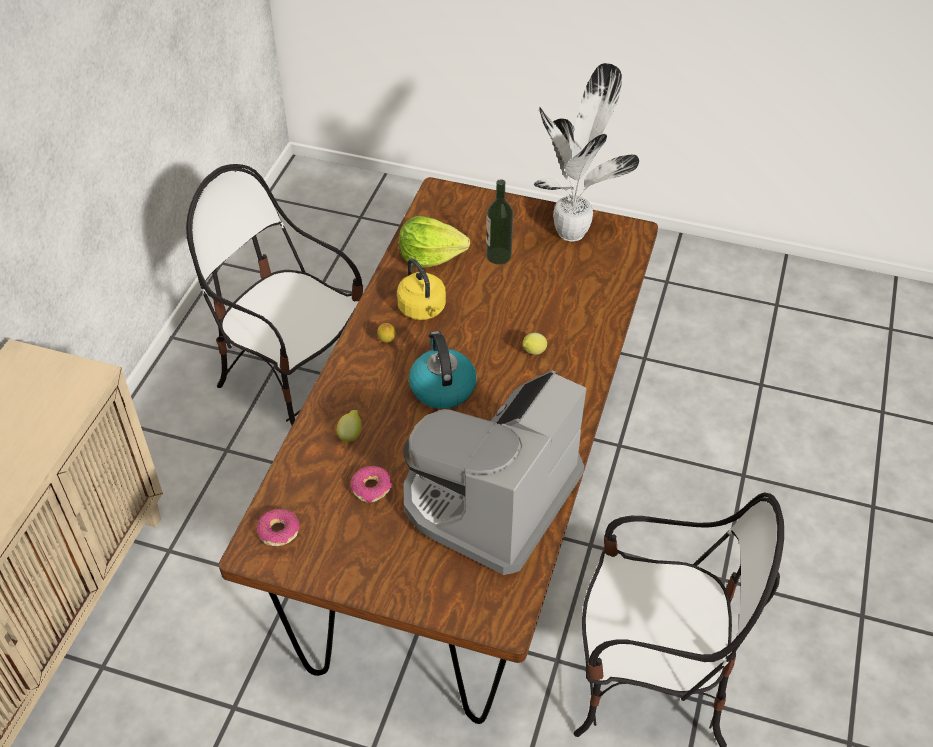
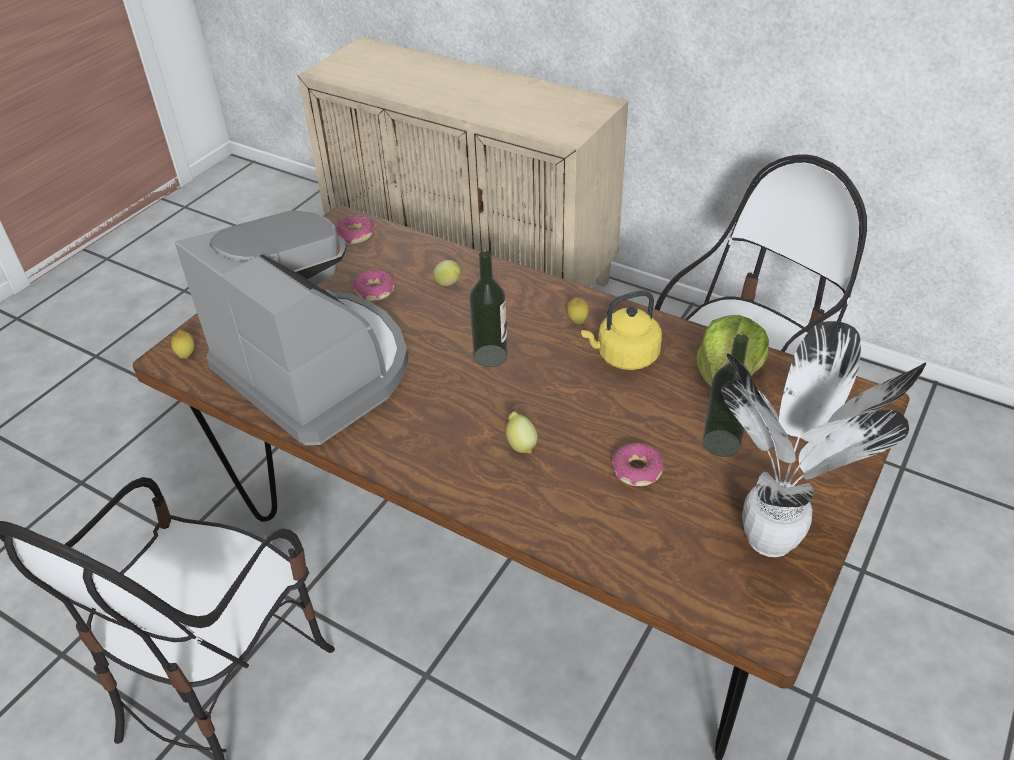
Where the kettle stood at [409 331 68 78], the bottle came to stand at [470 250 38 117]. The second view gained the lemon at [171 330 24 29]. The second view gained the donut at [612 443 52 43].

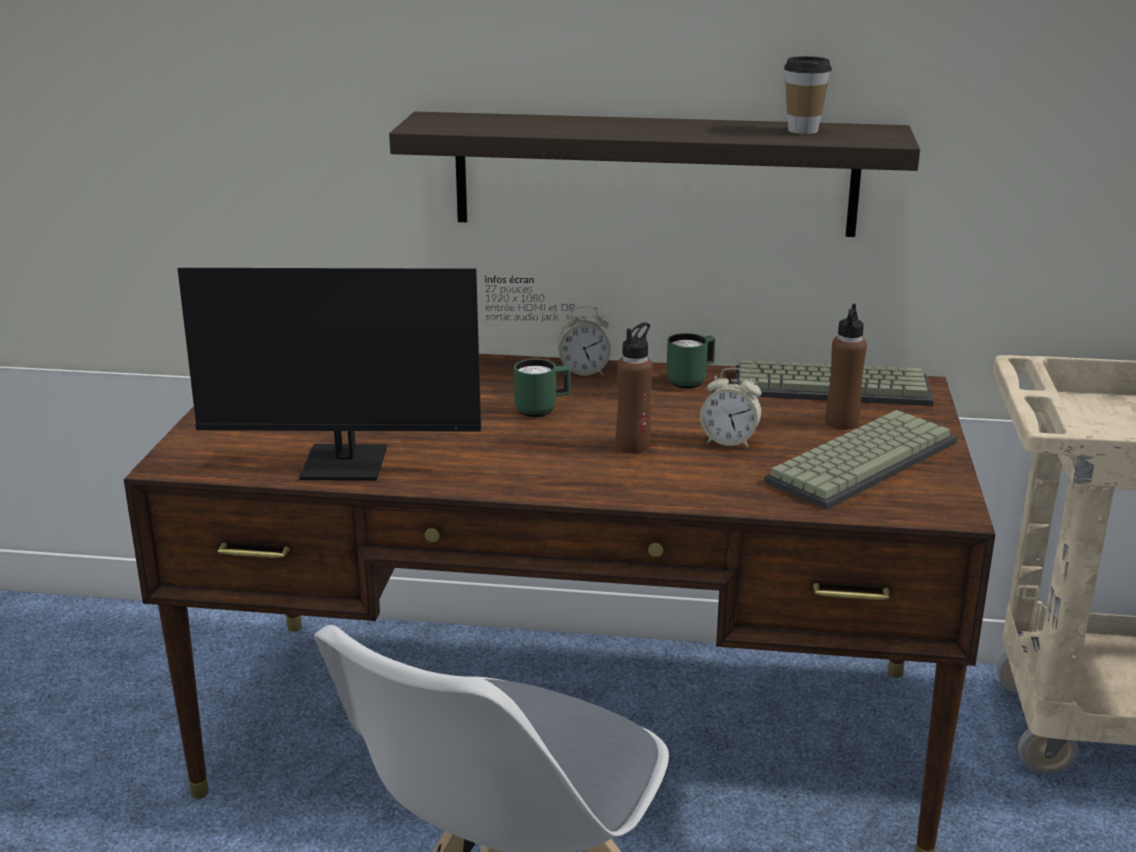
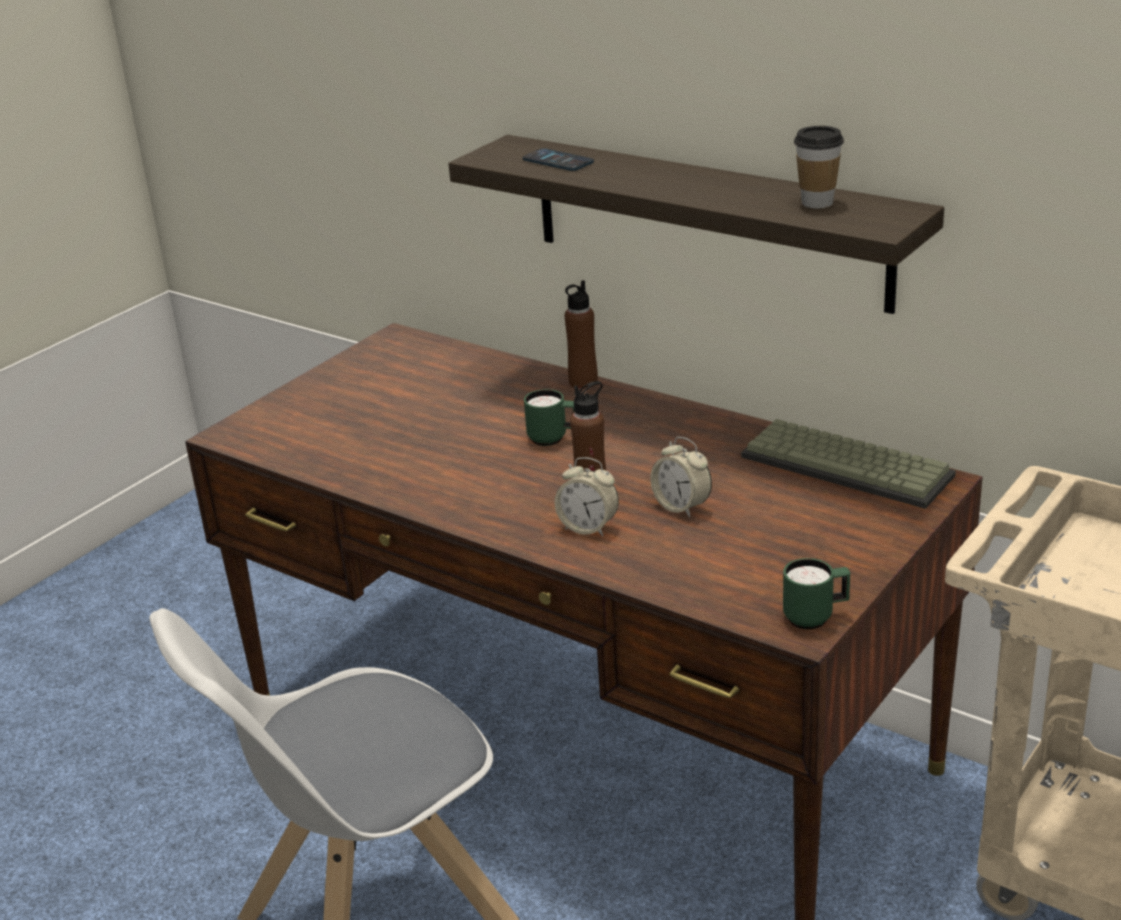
The second view lost the monitor at [178 268 396 213]. The bottle/brown ended up elsewhere, having gone from [825 304 42 126] to [564 280 34 109]. The alarm clock ended up elsewhere, having gone from [558 306 53 69] to [555 457 64 79]. The mug/green ended up elsewhere, having gone from [666 333 49 56] to [783 558 67 71]. The second view lost the keyboard at [764 410 194 100]. The second view gained the phone at [523 148 71 23].

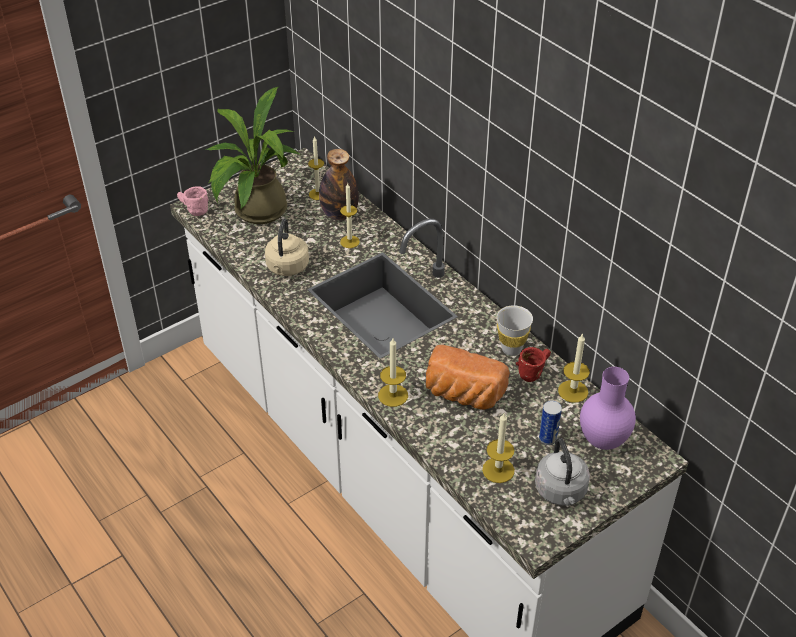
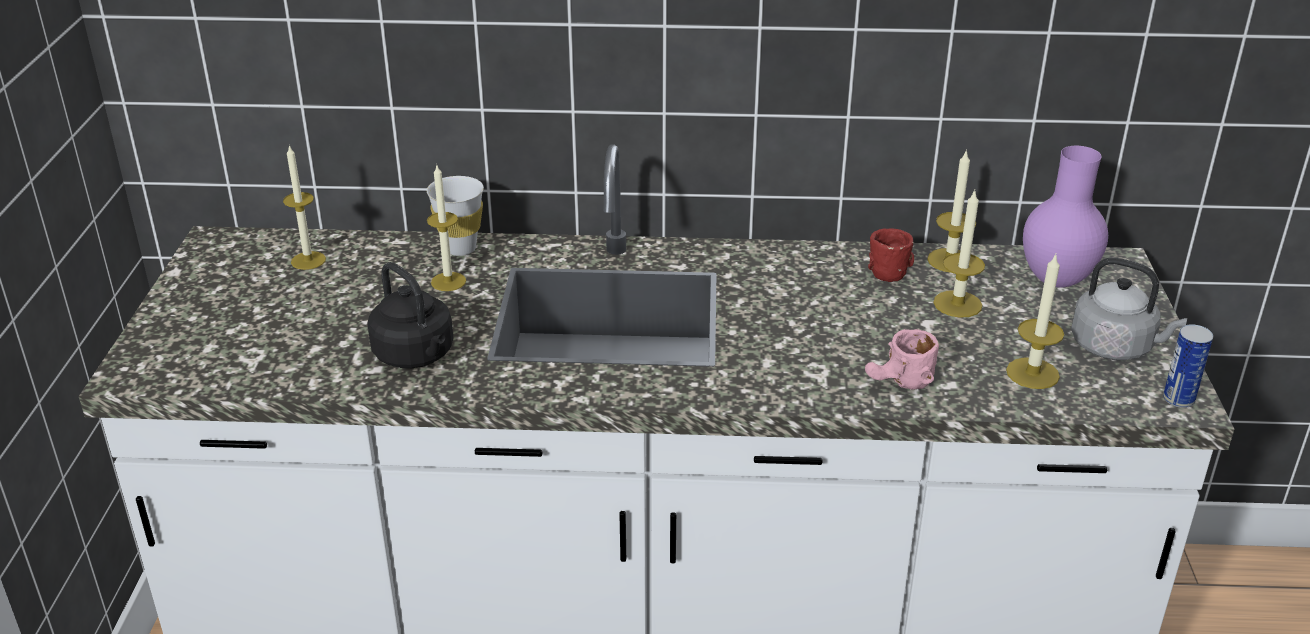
The second view lost the potted plant at [206 87 94 137]. The second view lost the bottle at [319 149 40 71]. The mug/pink ended up elsewhere, having gone from [177 187 31 29] to [865 329 74 61]. What was the kettle/beige at [265 219 44 57] turned into the kettle/black at [367 262 86 106]. The cup/white ended up elsewhere, having gone from [497 305 36 51] to [427 176 57 80]. The candle ended up elsewhere, having gone from [378 338 30 69] to [933 190 52 128]. The second view lost the bread at [426 345 84 65]. The can ended up elsewhere, having gone from [539 401 23 44] to [1163 324 50 84].

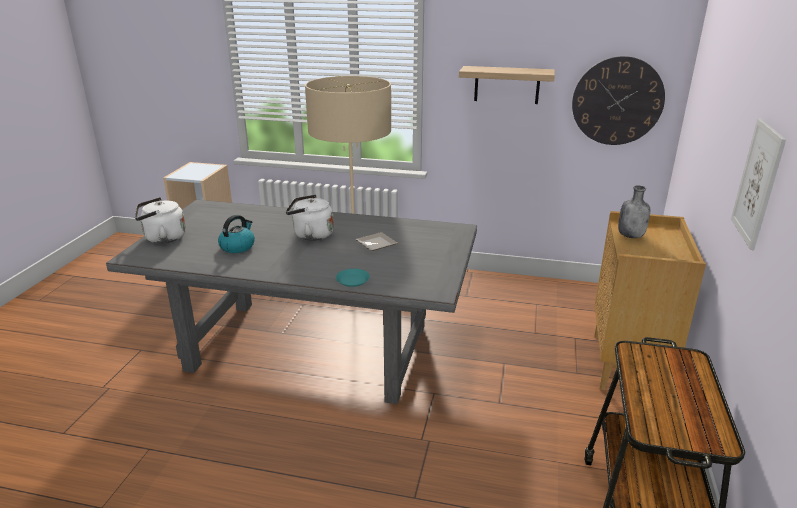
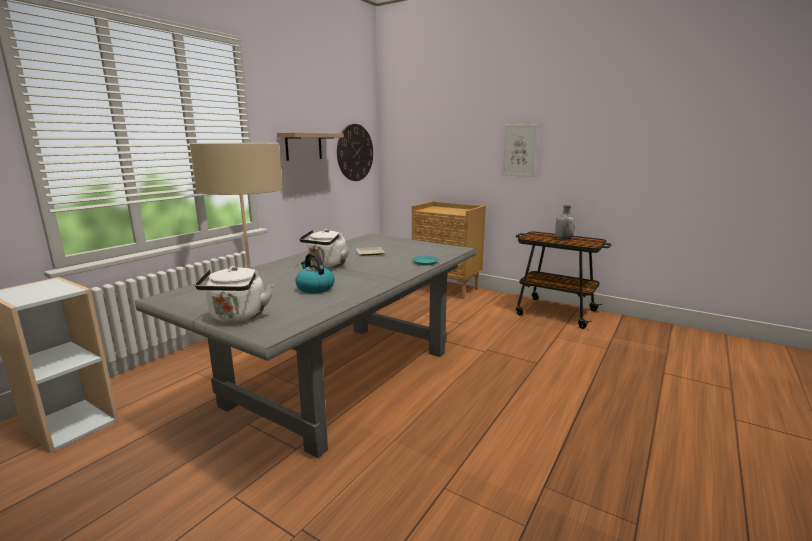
The bottle/grey ended up elsewhere, having gone from [618 186 32 52] to [555 205 20 35].

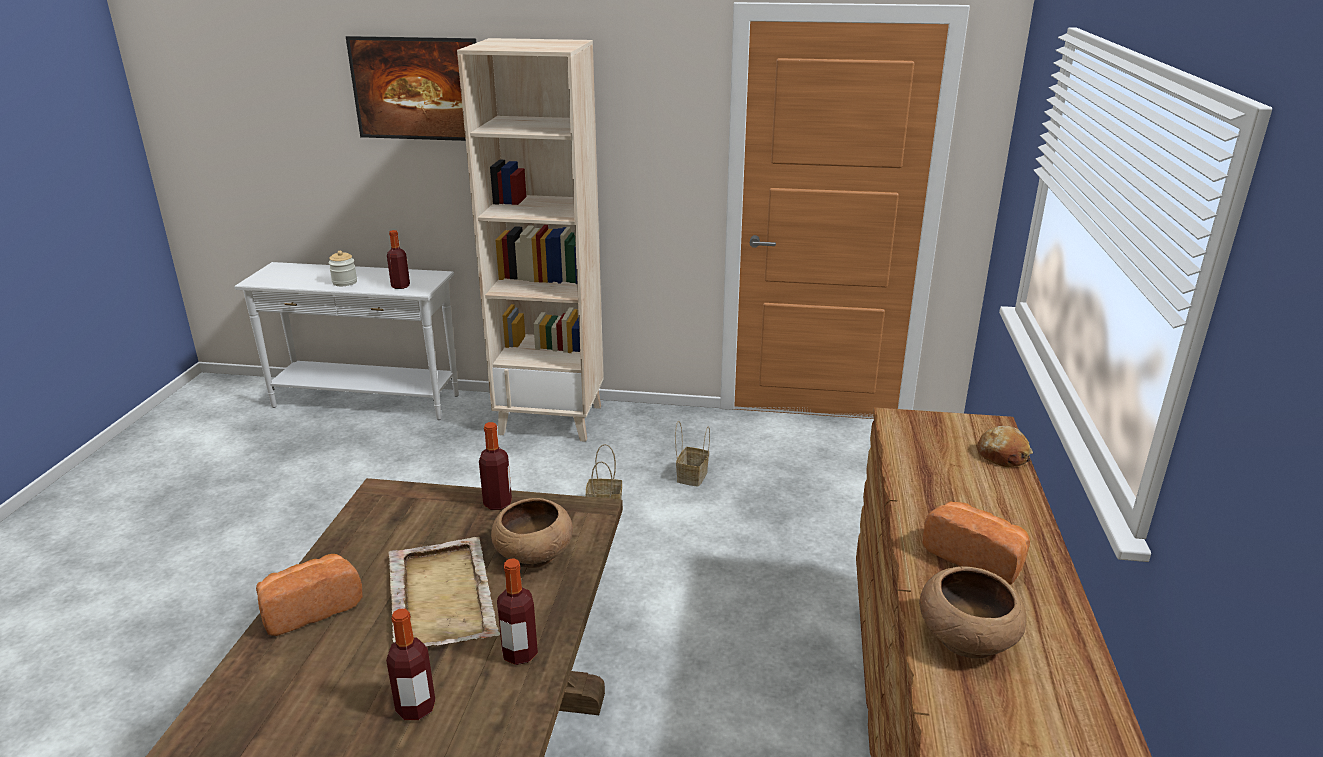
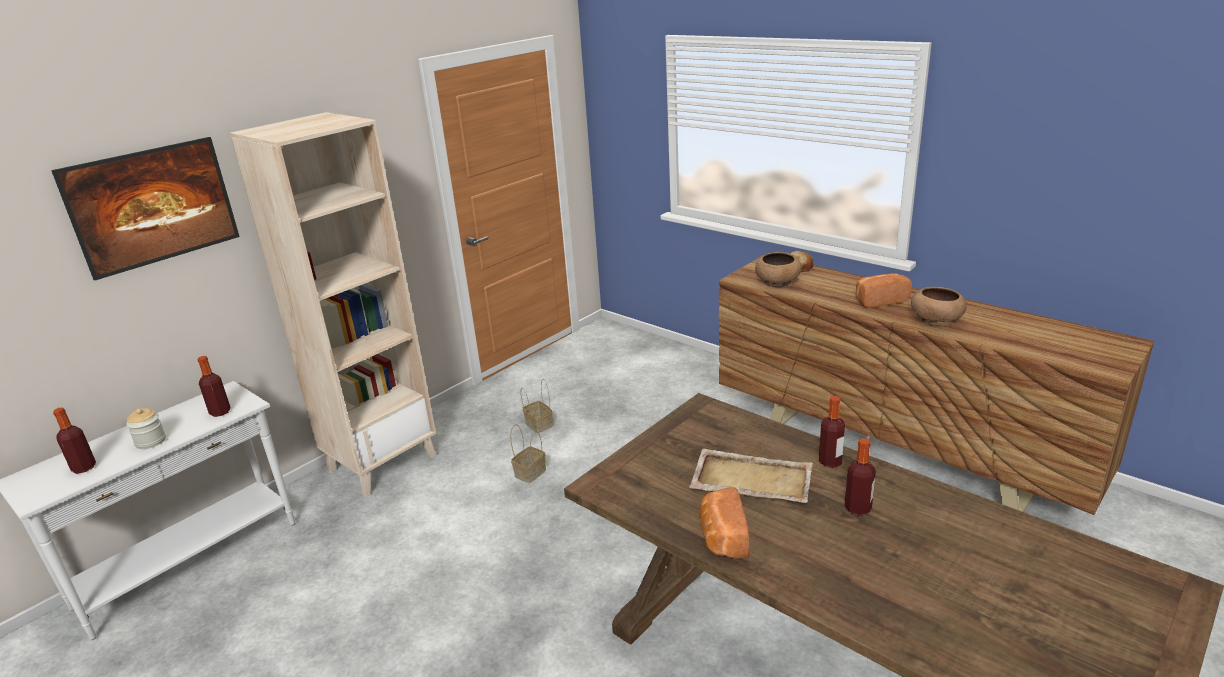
The bottle ended up elsewhere, having gone from [479 422 33 88] to [53 407 43 67]. The bowl/brown ended up elsewhere, having gone from [491 498 82 70] to [755 252 47 35].

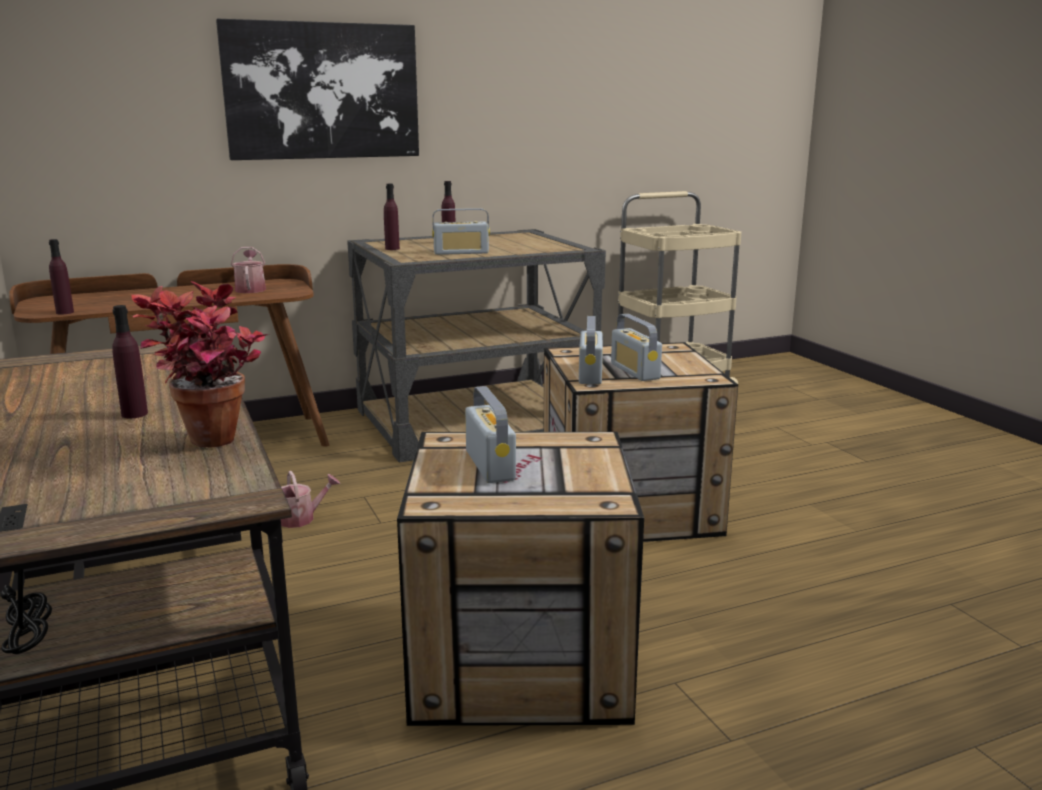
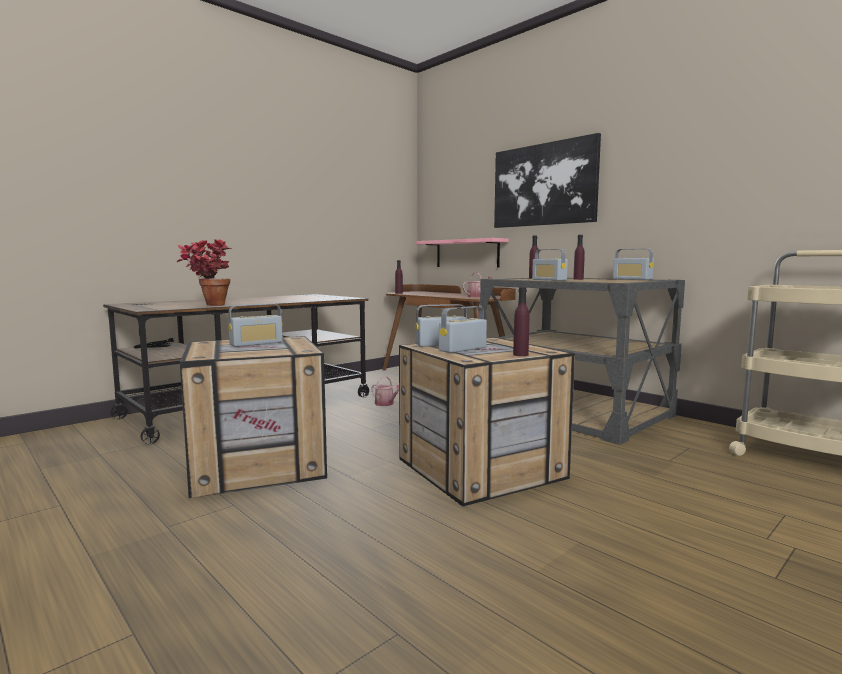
The bottle/purple ended up elsewhere, having gone from [112 305 36 113] to [513 287 16 69]. The second view gained the shelf/pink at [416 238 92 30]. The second view gained the radio at [613 248 41 32].

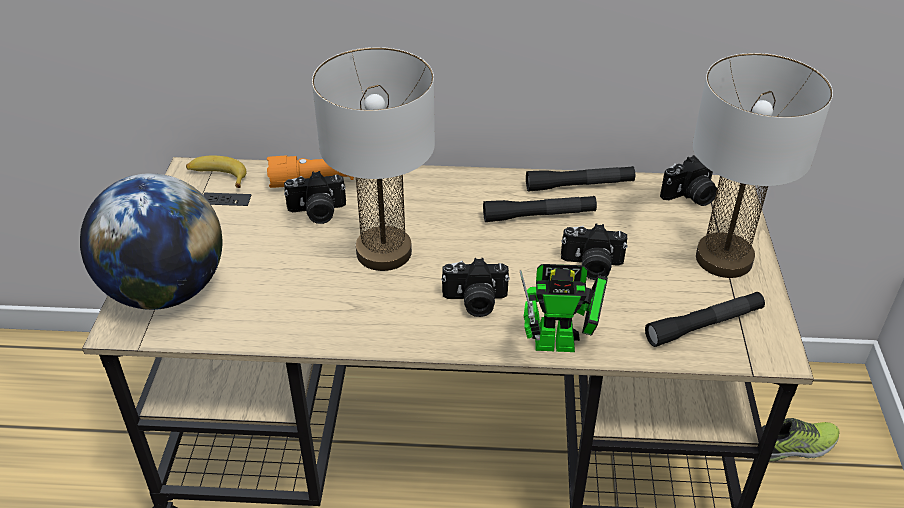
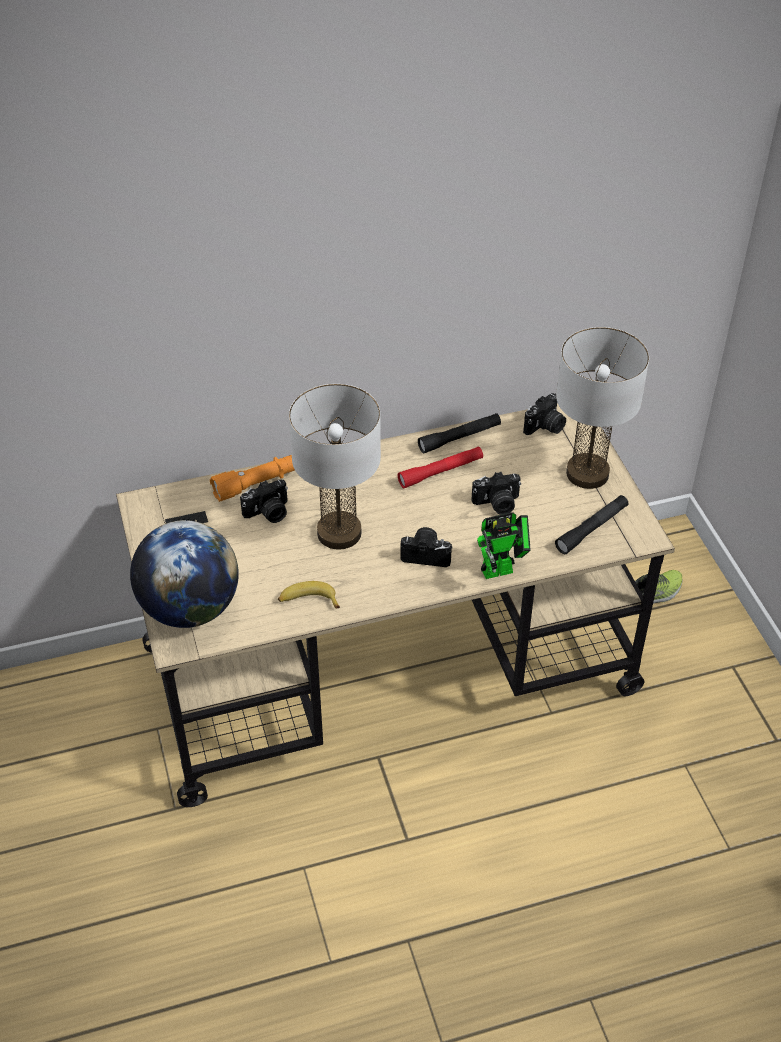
The banana ended up elsewhere, having gone from [186 156 61 32] to [278 581 62 27]. What was the flashlight/black at [483 196 114 26] turned into the flashlight/red at [398 447 85 41]. The photo camera at [441 258 69 59] ended up facing another way, 150 degrees counterclockwise from before.

